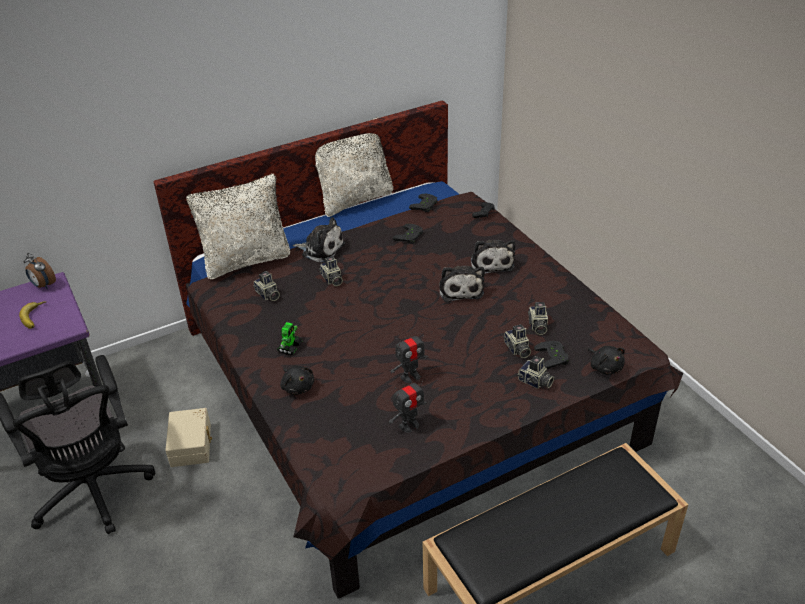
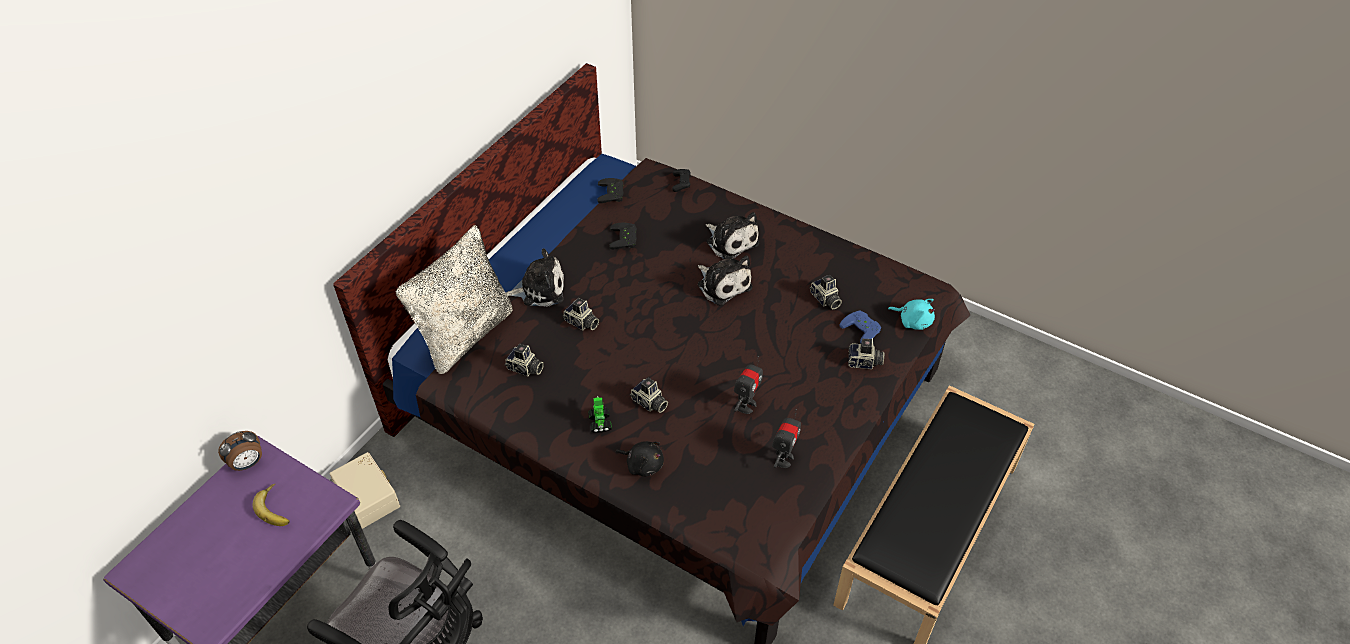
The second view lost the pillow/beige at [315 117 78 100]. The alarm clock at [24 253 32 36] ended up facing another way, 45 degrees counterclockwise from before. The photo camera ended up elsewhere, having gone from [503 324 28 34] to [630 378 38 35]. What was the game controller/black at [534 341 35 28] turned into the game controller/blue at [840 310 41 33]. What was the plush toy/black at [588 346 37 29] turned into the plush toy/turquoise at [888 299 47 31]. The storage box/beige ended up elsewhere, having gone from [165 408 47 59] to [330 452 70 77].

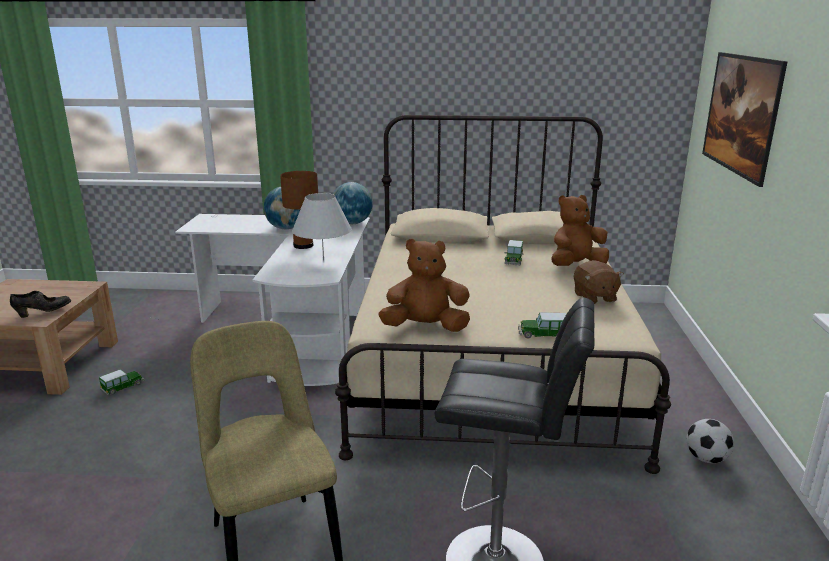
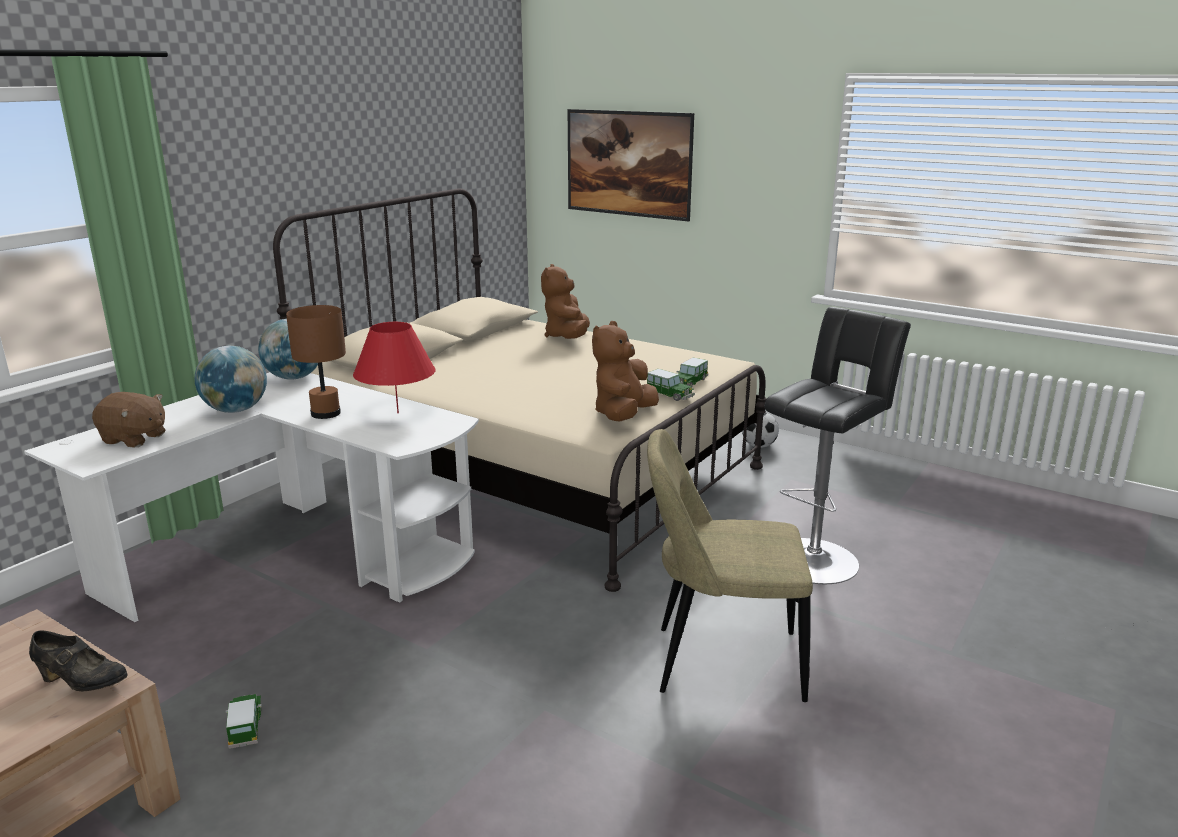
What was the table lamp/white at [292 193 60 68] turned into the table lamp/red at [353 322 83 91]. The toy car ended up elsewhere, having gone from [505 240 19 25] to [647 369 48 32]. The plush toy/brown ended up elsewhere, having gone from [574 260 50 44] to [92 392 73 55]. The shoe/black at [10 291 61 27] ended up facing another way, 105 degrees clockwise from before.

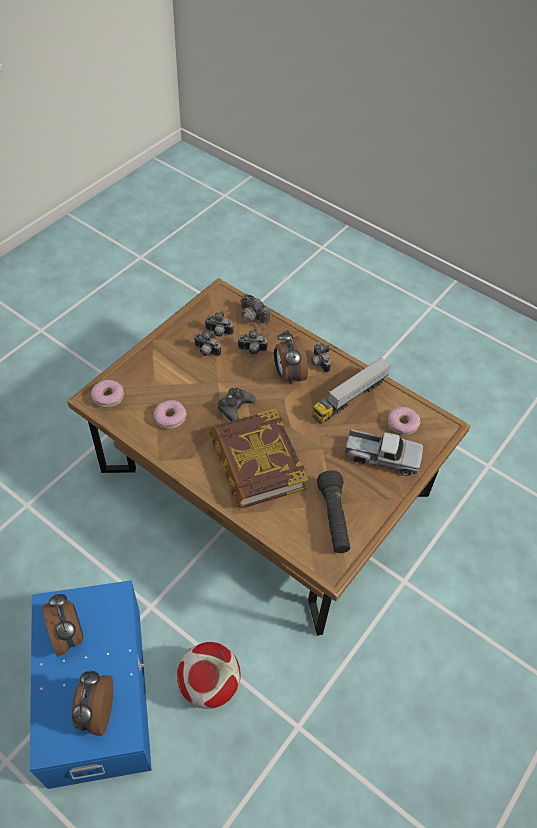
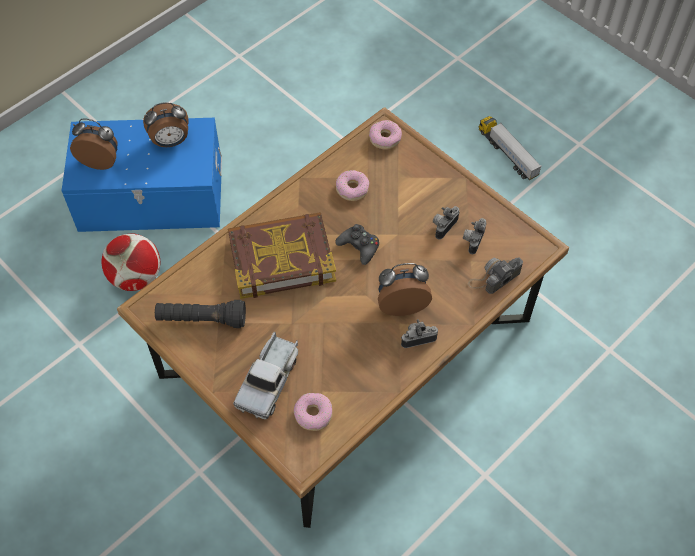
The second view lost the photo camera at [238 328 30 27]. The toy truck ended up elsewhere, having gone from [312 357 79 67] to [479 116 63 64].

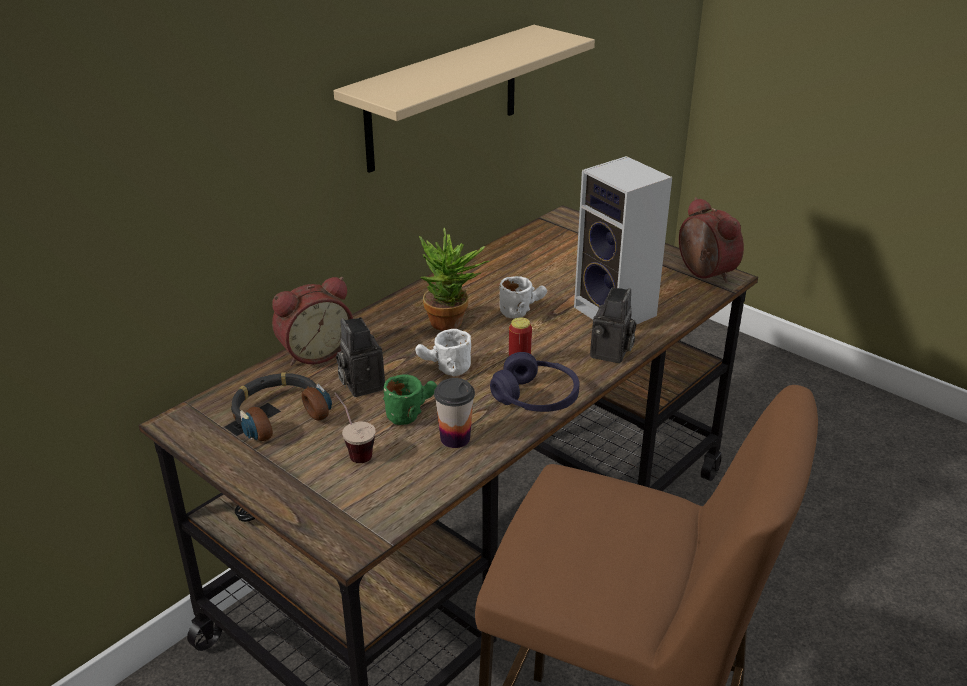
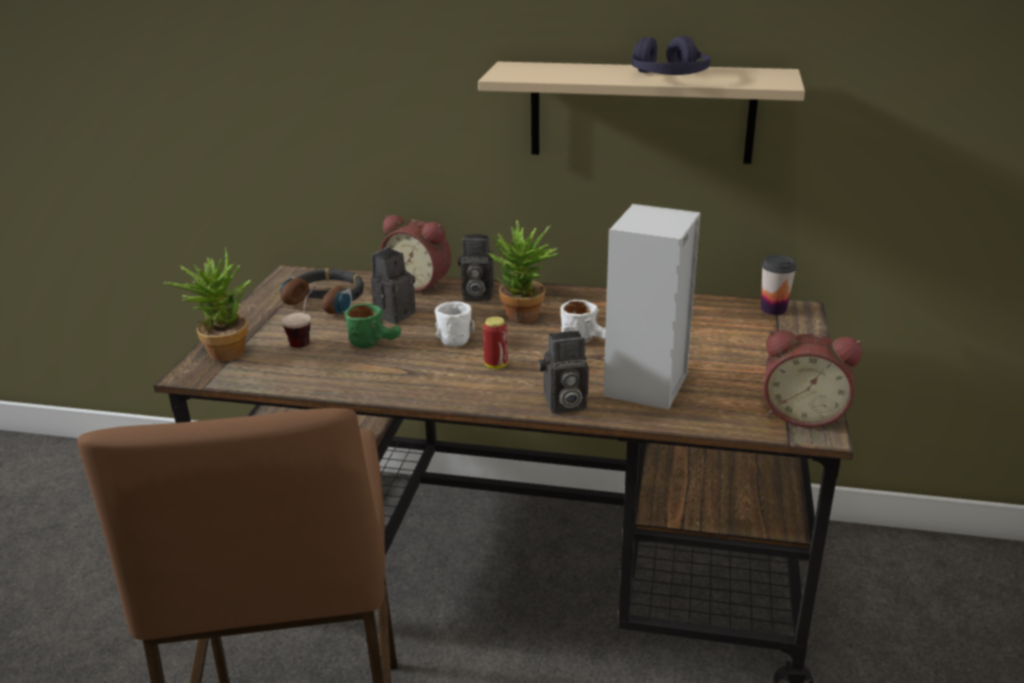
The alarm clock at [679 197 65 85] ended up facing another way, 75 degrees clockwise from before. The headphones/purple ended up elsewhere, having gone from [490 352 90 60] to [631 36 79 39]. The cup ended up elsewhere, having gone from [434 378 41 70] to [761 255 36 60]. The second view gained the photo camera at [458 234 36 67]. The second view gained the potted plant at [163 247 88 115].

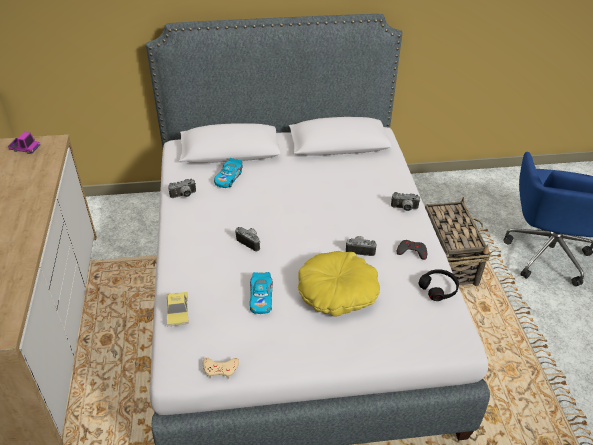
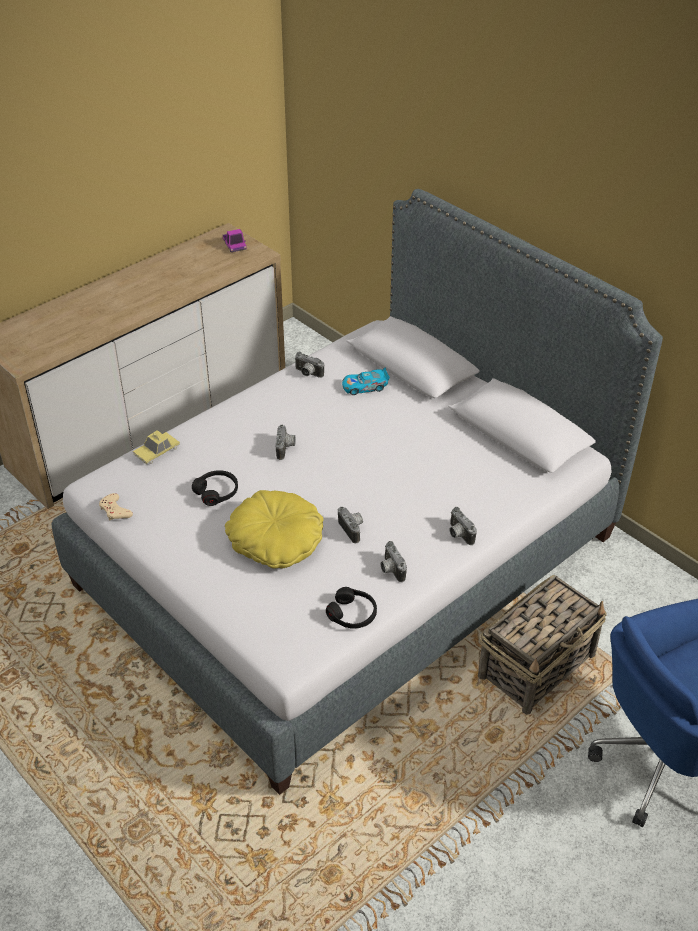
Where the game controller/grey stood at [397 240 30 20], the photo camera came to stand at [381 541 26 41]. Where the toy car stood at [250 272 23 42], the headphones/black came to stand at [192 470 46 36].

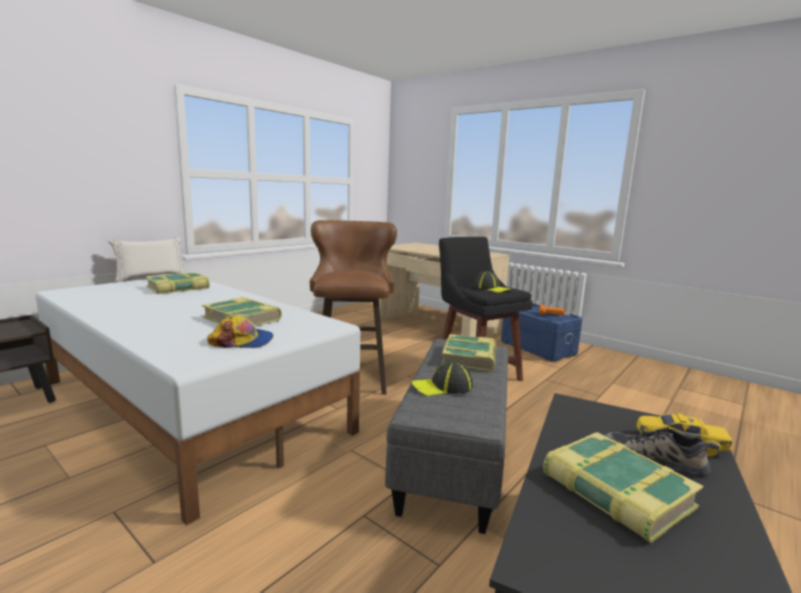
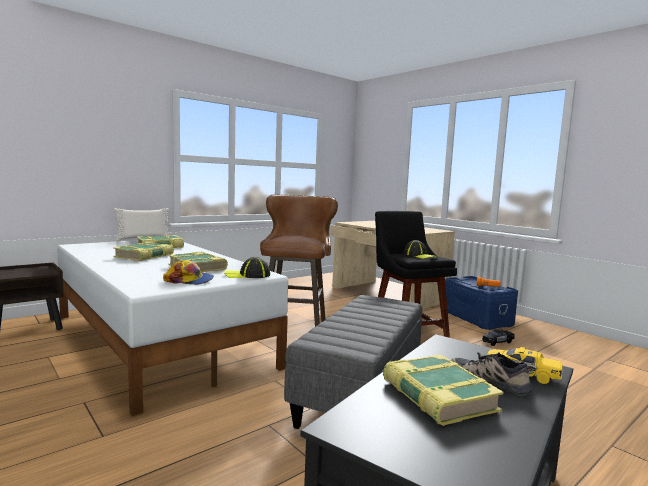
The book ended up elsewhere, having gone from [442 334 54 38] to [113 242 61 19]. The cap ended up elsewhere, having gone from [412 360 61 36] to [224 257 46 21]. The second view gained the toy car/black at [482 329 33 17].

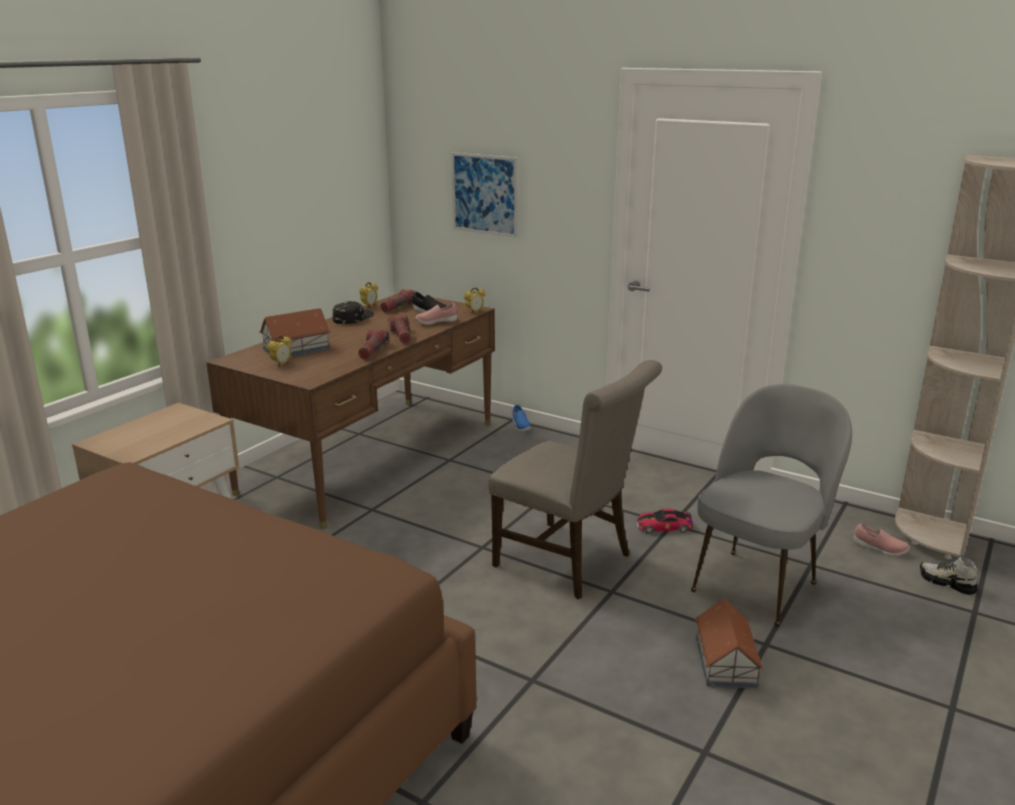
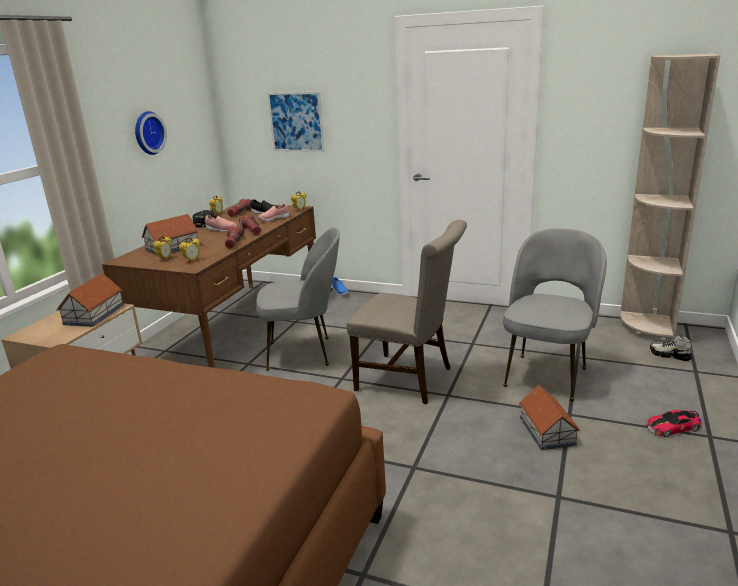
The toy car ended up elsewhere, having gone from [636 509 57 25] to [647 410 54 27]. The shoe/pink ended up elsewhere, having gone from [853 523 57 33] to [205 215 32 17]. The second view gained the wall clock at [135 111 32 44]. The second view gained the chair/grey at [256 227 84 143]. The second view gained the alarm clock at [179 237 21 25]. The second view gained the toy house at [57 273 67 54].

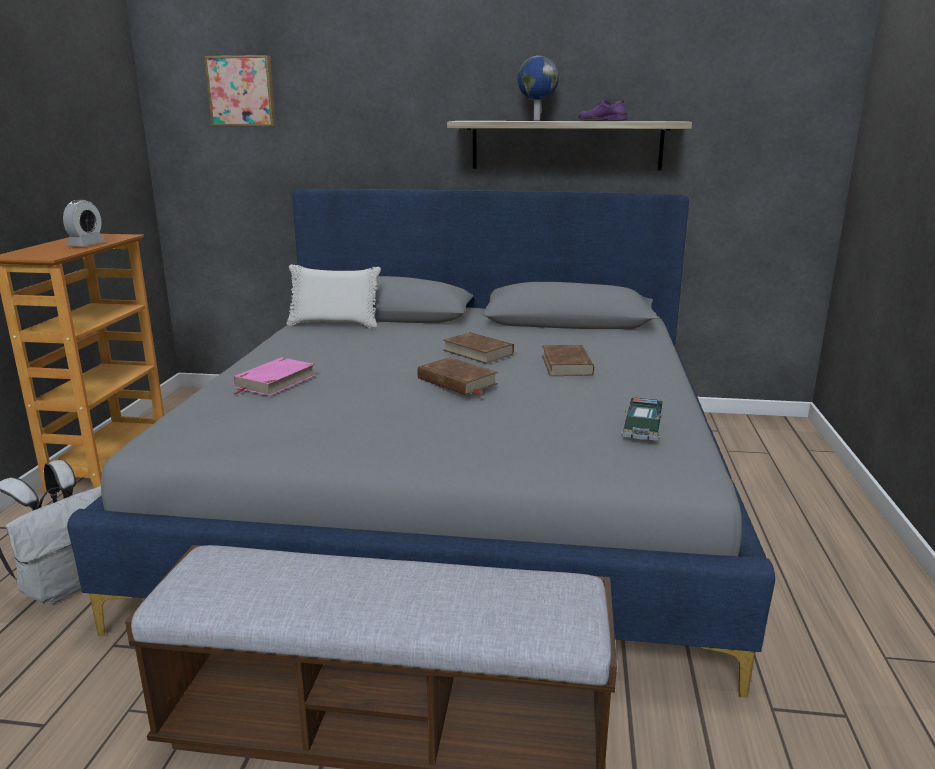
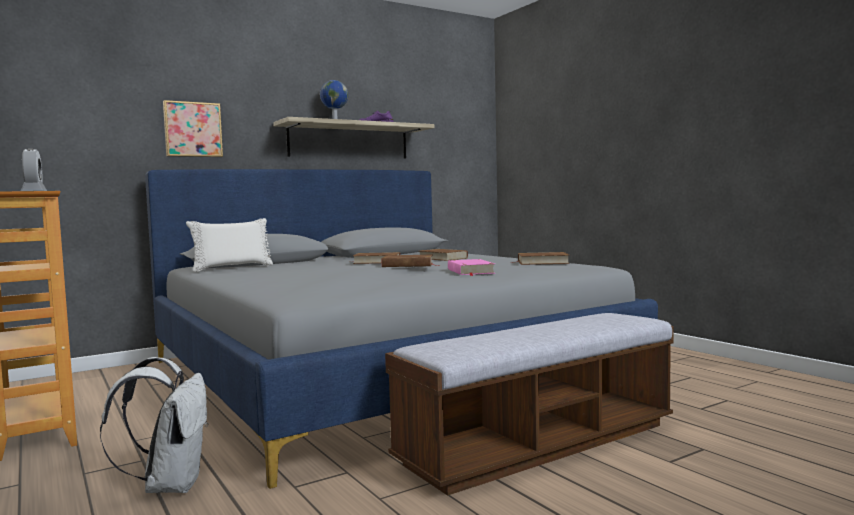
The picture ended up elsewhere, having gone from [204 55 72 71] to [163 100 60 57]. The book/pink ended up elsewhere, having gone from [233 357 83 39] to [448 259 47 17]. Where the toy car stood at [621 398 43 43], the book/brown came to stand at [511 252 59 13].

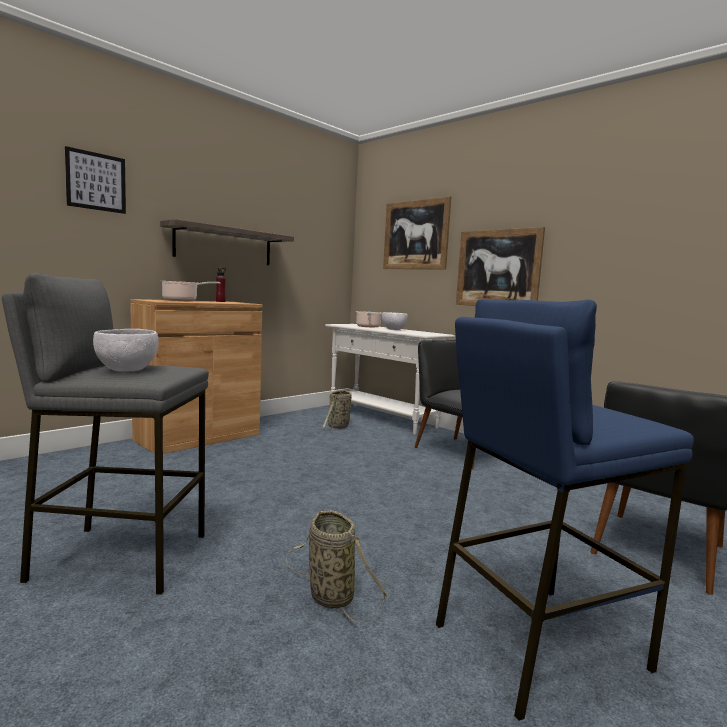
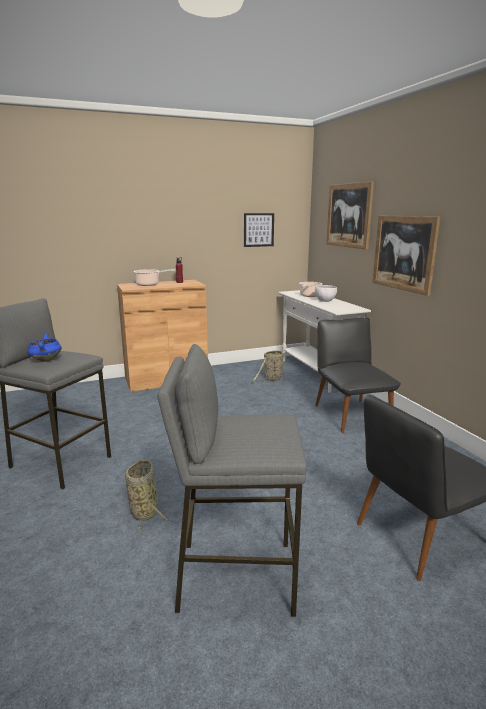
The picture ended up elsewhere, having gone from [65 146 61 68] to [244 213 30 34]. The second view lost the shelf at [160 219 134 46]. What was the stool/blue at [436 299 258 422] turned into the stool/grey at [157 344 150 273]. Where the bowl/white stood at [93 329 66 43], the cooking pot/blue came to stand at [27 334 35 28].

